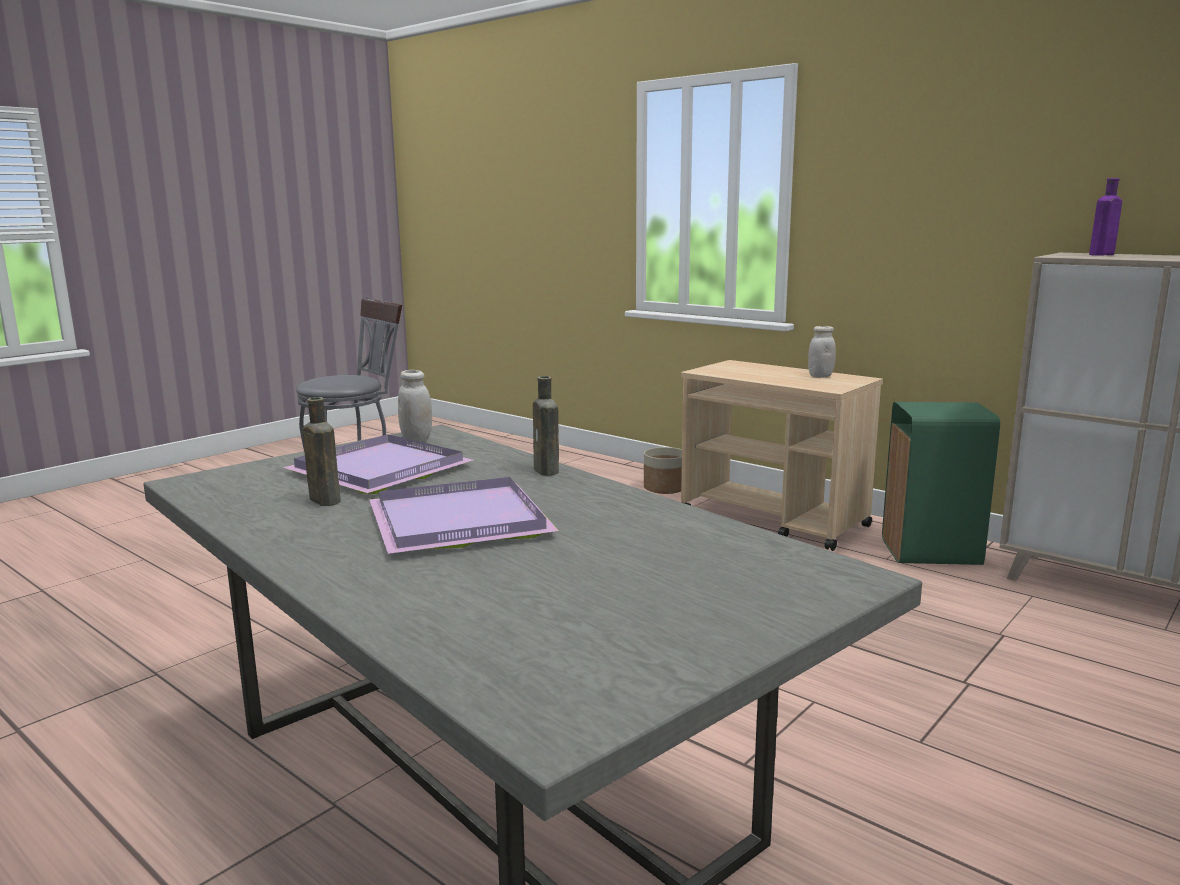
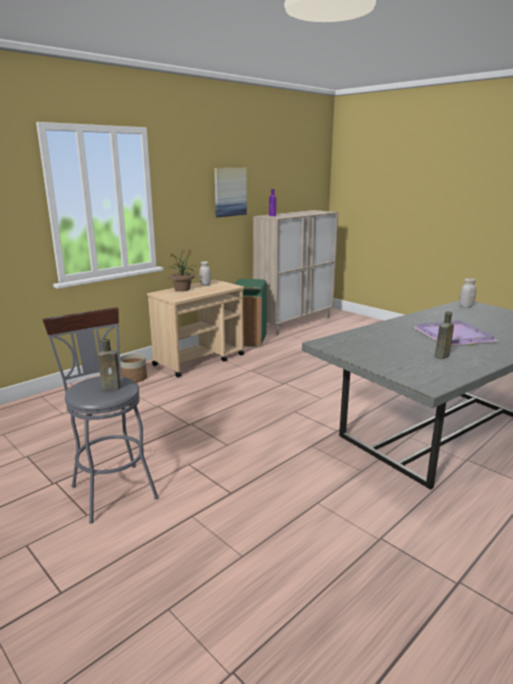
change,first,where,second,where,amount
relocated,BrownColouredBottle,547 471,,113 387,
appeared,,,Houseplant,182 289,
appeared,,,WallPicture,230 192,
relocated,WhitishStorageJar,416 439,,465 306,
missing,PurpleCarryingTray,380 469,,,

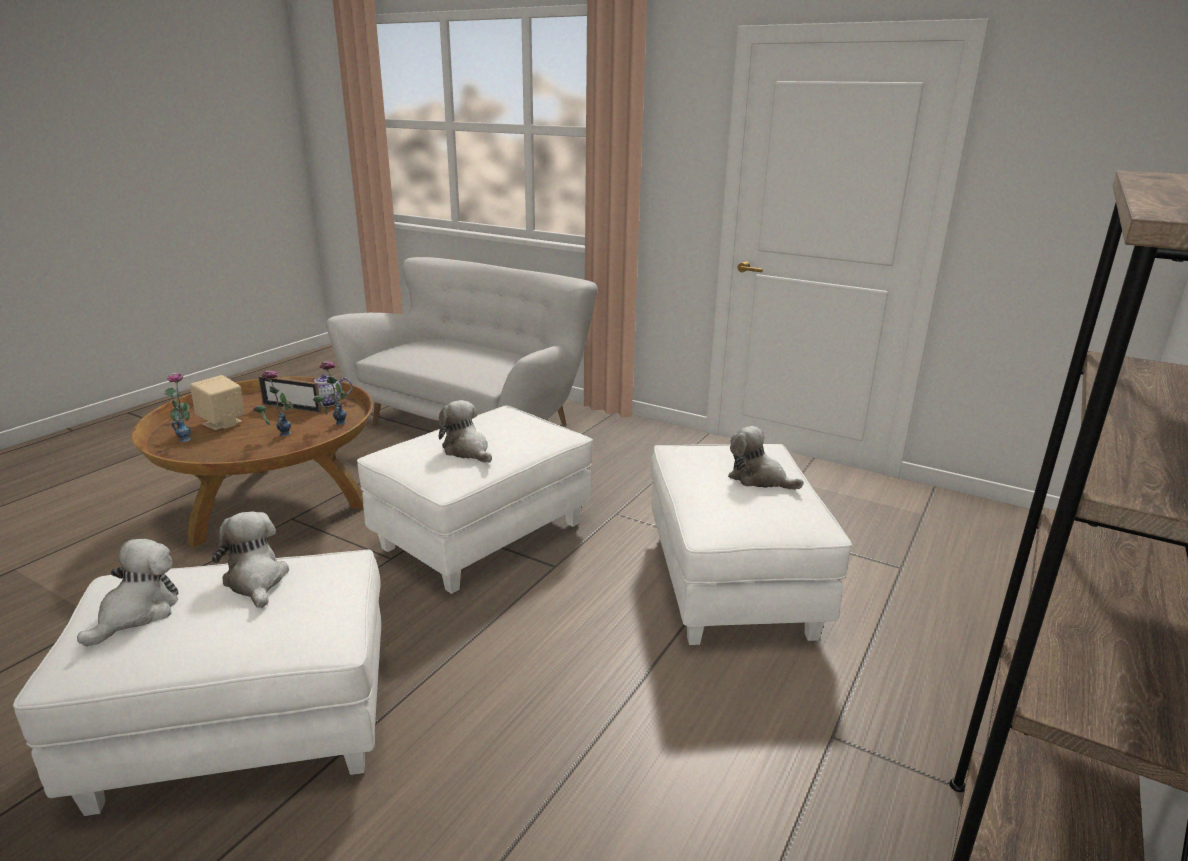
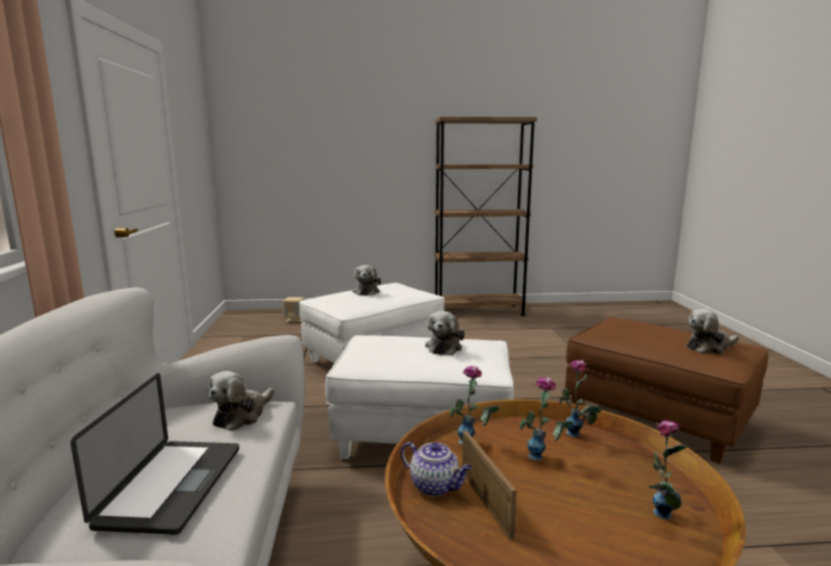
change,first,where,second,where,amount
appeared,,,Laptop,172 486,
relocated,SoftToy,256 580,,241 415,
relocated,BeigeColouredAudioSpeaker,222 423,,295 319,
appeared,,,Vase,576 438,
colour,WhitishPouffe,245 732,BrownColouredPouffe,656 420,

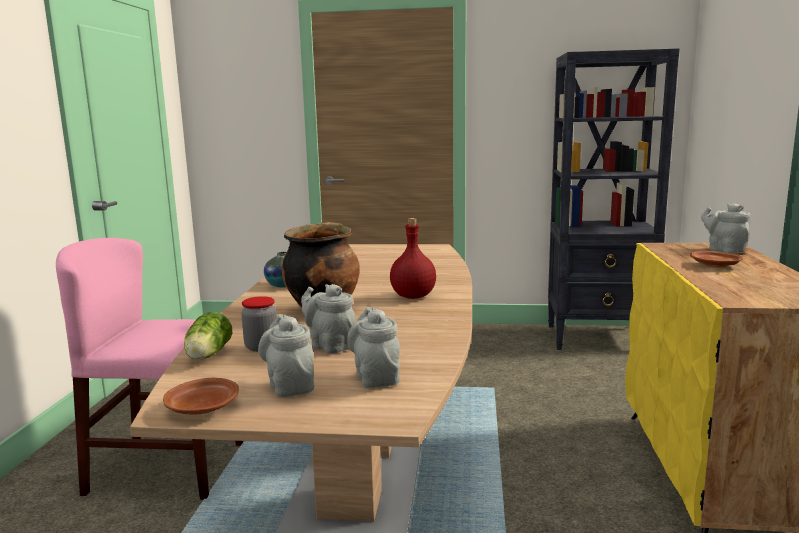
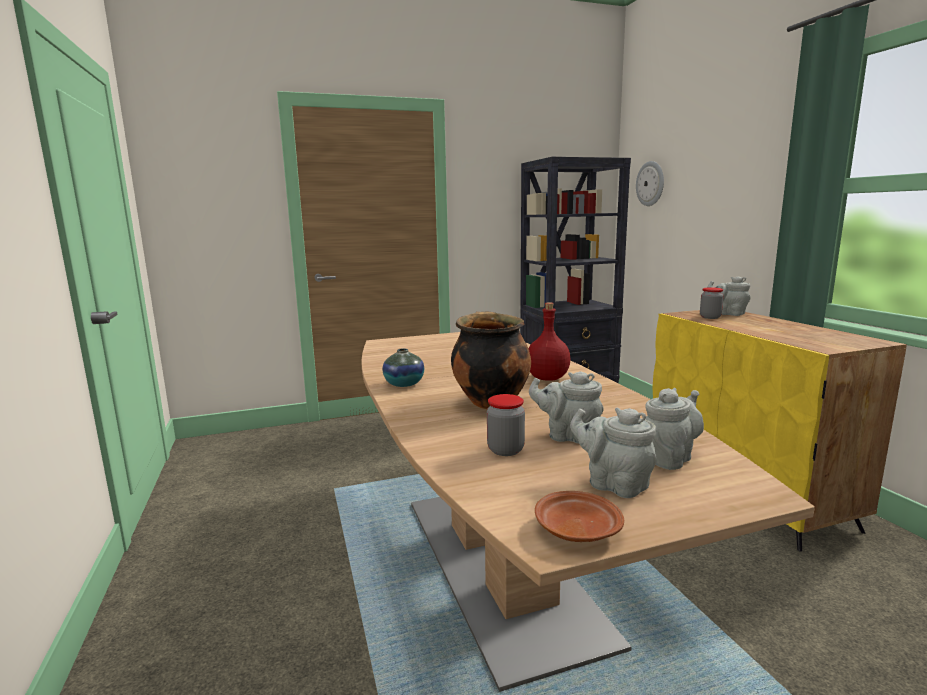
change,first,where,second,where,amount
appeared,,,HangingClock,650 183,
spun,GreyishTeapot,376 377,,669 458,90 degrees clockwise
appeared,,,StorageJar,710 317,
missing,PinkPlainChair,168 467,,,
missing,HeadOfLettuce,207 355,,,
missing,BrownColouredFlatDish,715 266,,,

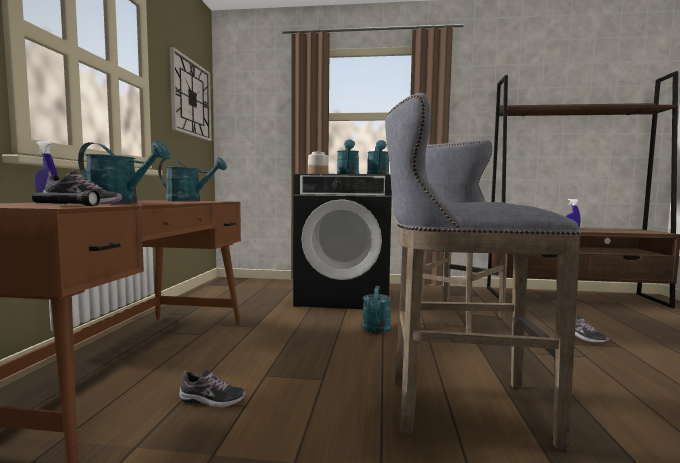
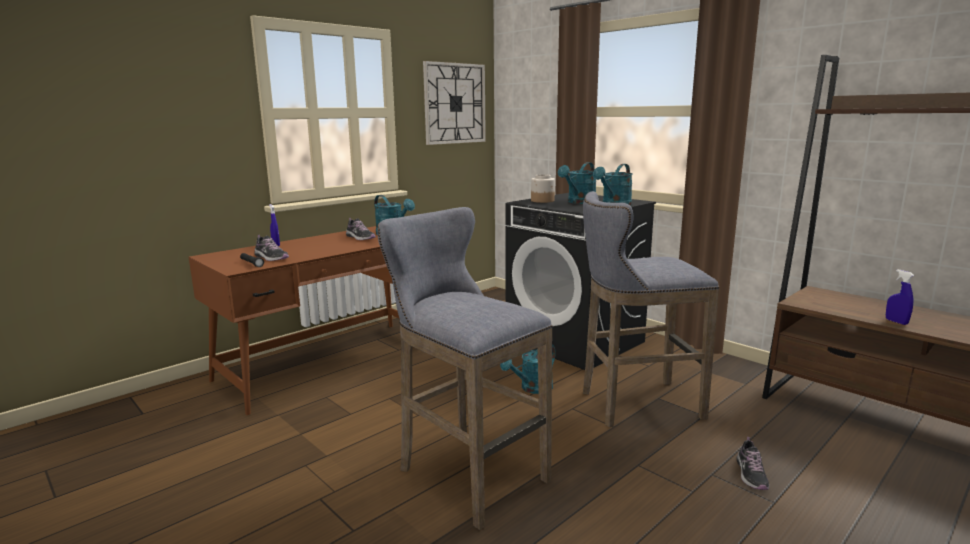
change,first,where,second,where,amount
relocated,Shoe,212 400,,360 237,
missing,BlueGreenWateringPot,121 203,,,

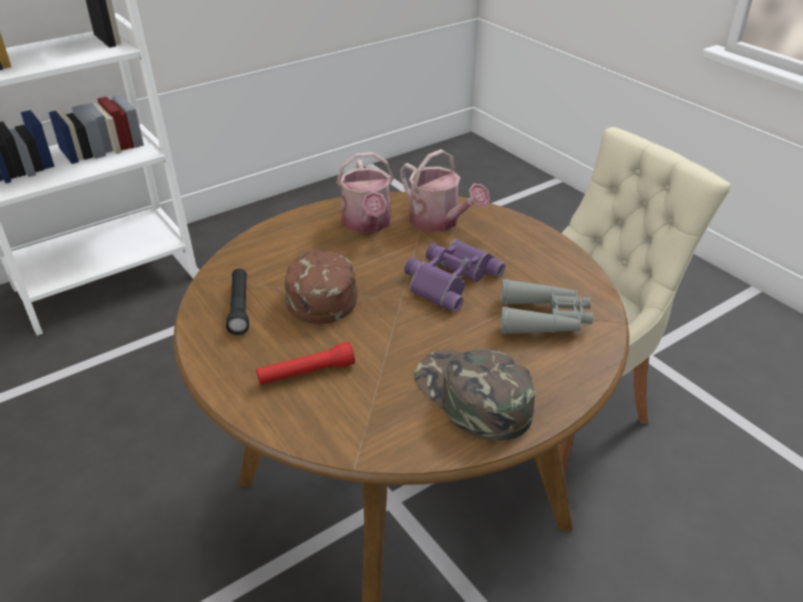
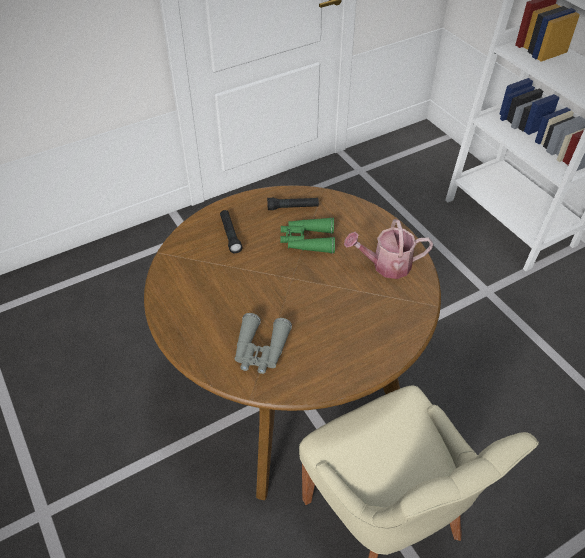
change,first,where,second,where,amount
colour,ReddishHandTorch,306 373,BlackishHandTorch,230 235,
exchanged,BrownColouredBaseballCap,320 289,GreenColouredPairOfBinoculars,307 241,
missing,WateringPot,439 222,,,
missing,PurplePairOfBinoculars,449 279,,,
missing,GreenColouredBaseballCap,472 397,,,

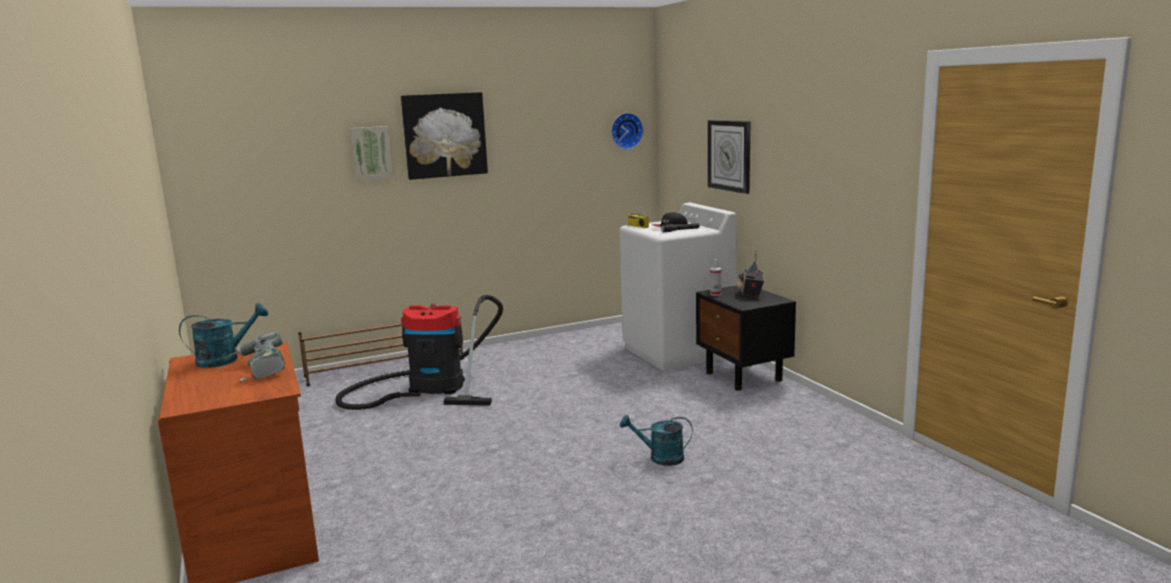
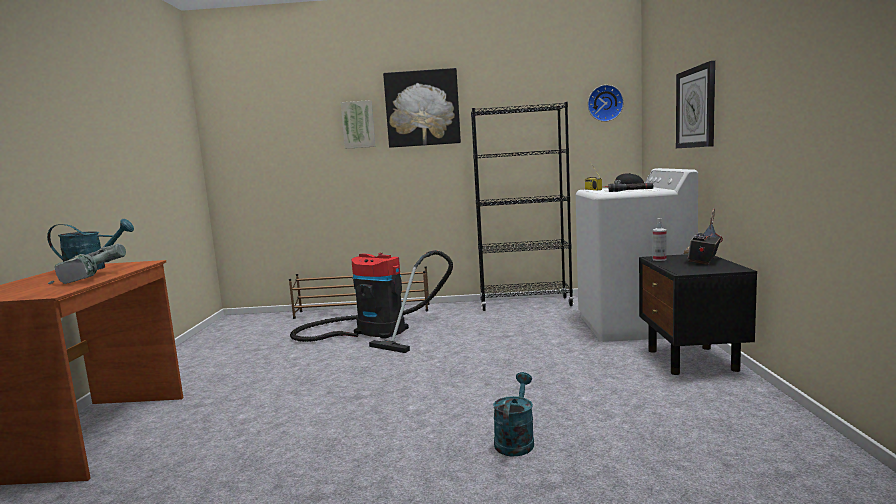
change,first,where,second,where,amount
appeared,,,BlackishBookshelf,525 304,
spun,BlueGreenWateringPot,660 458,,515 440,75 degrees clockwise

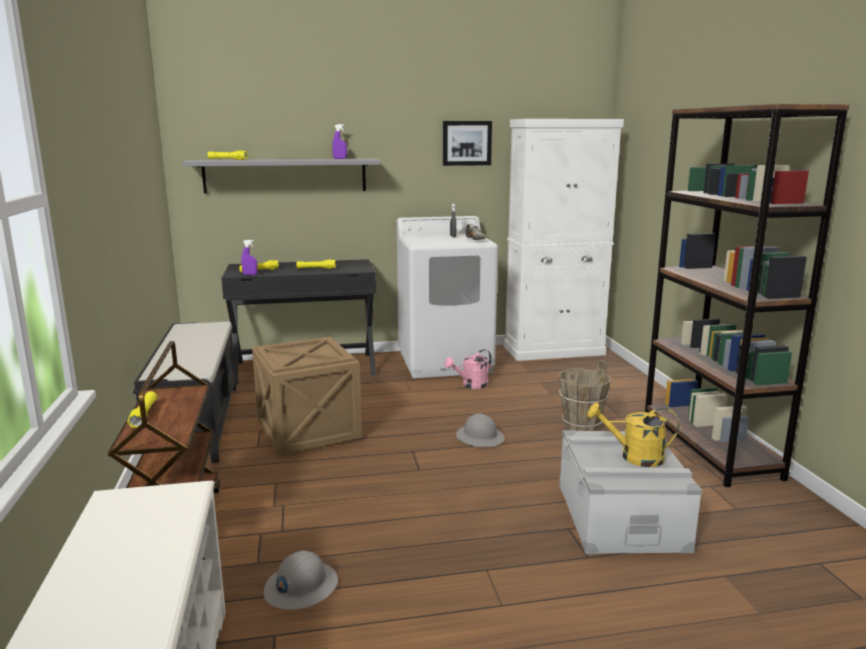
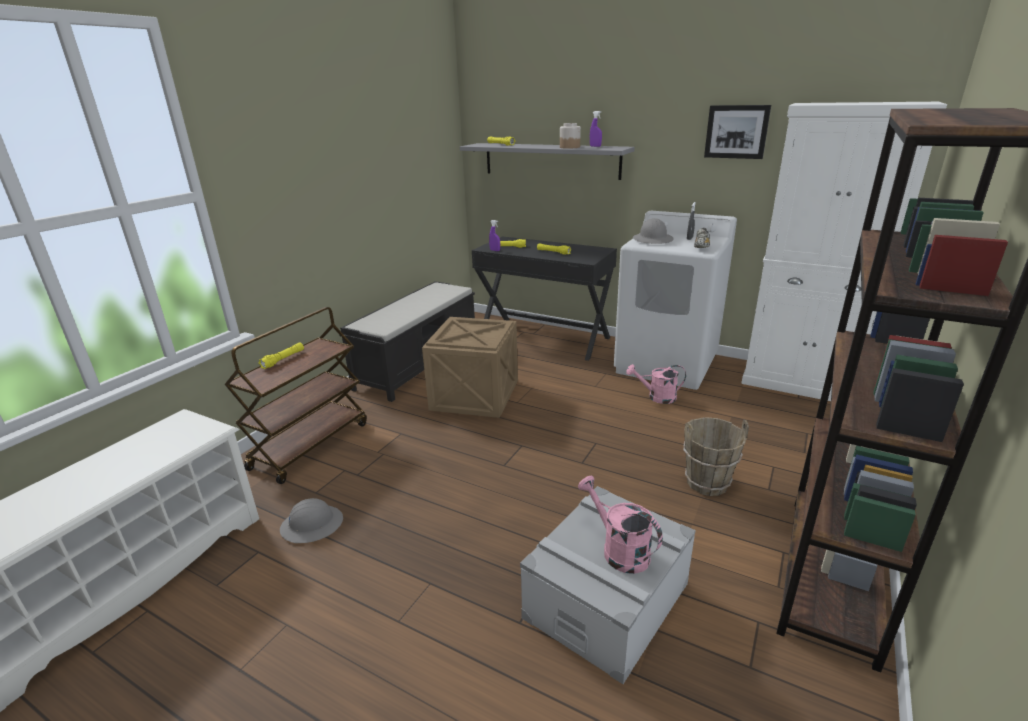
change,first,where,second,where,amount
appeared,,,StorageJar,569 147,
colour,YellowishWateringPot,634 457,PinkWateringPot,619 550,
relocated,GreyishHardHat,480 437,,653 240,

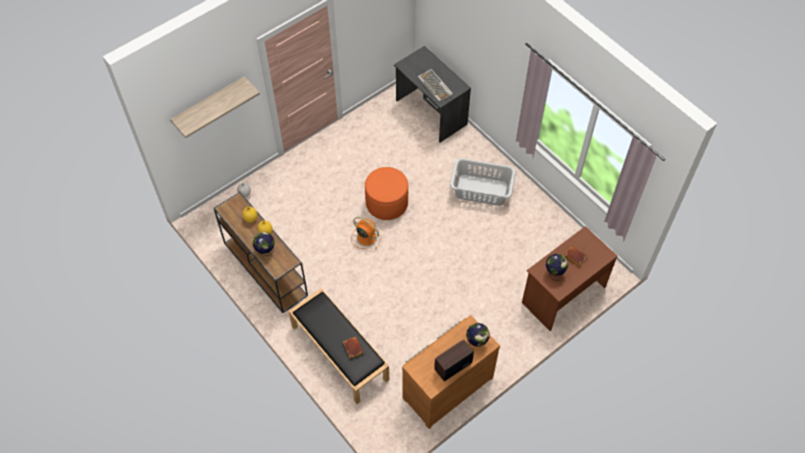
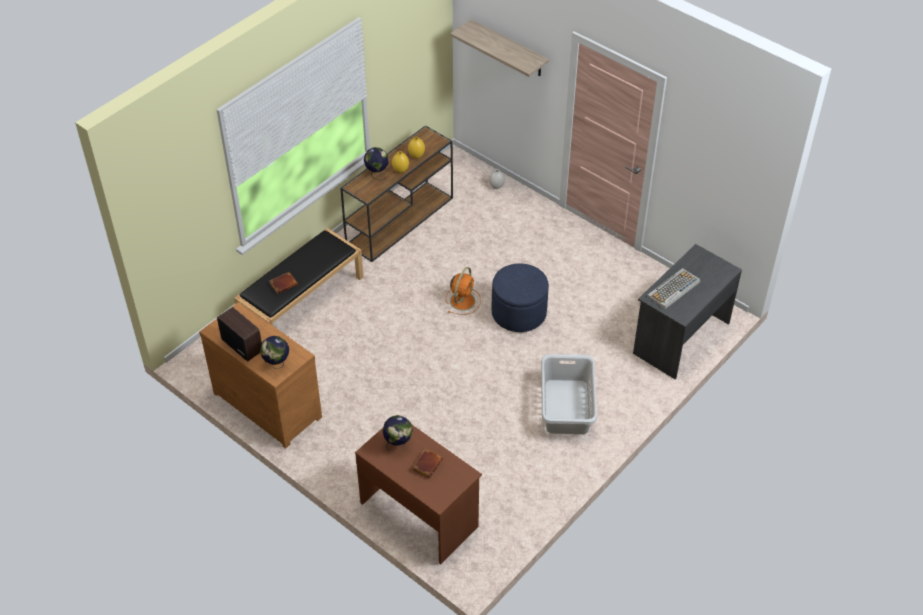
change,first,where,second,where,amount
colour,OrangeyPouffe,387 203,BluePouffe,519 313,

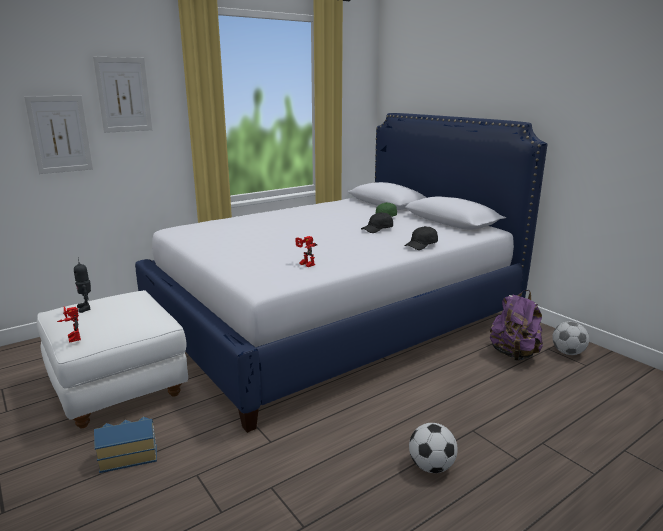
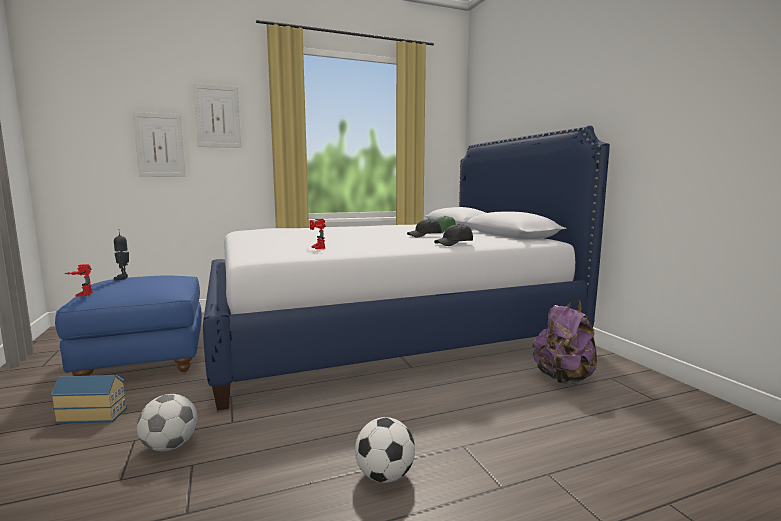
change,first,where,second,where,amount
colour,WhitishPouffe,119 388,BluePouffe,145 360,
relocated,Football,568 352,,170 446,

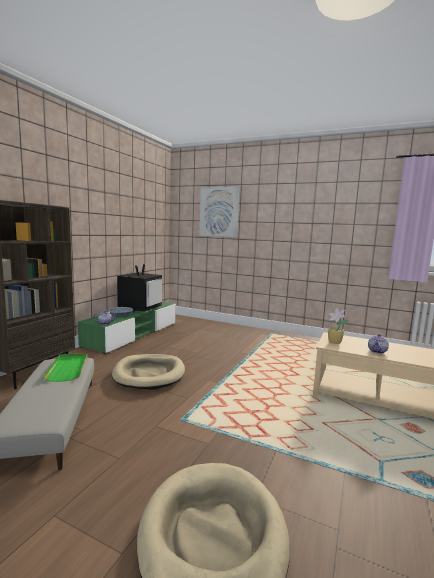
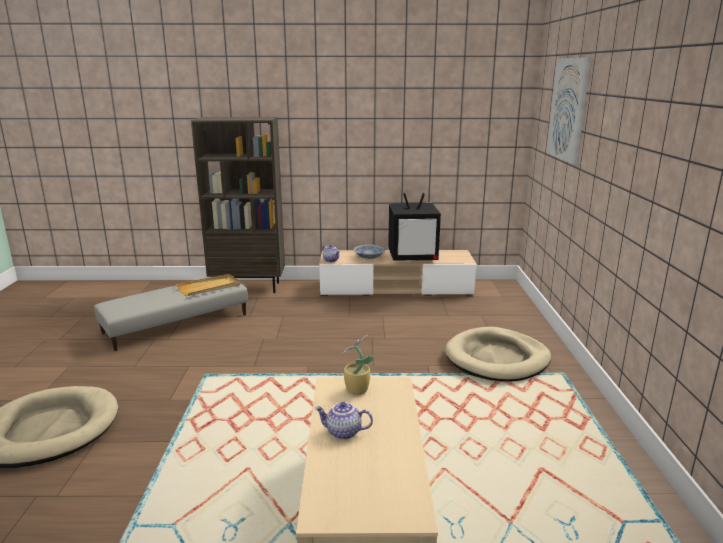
change,first,where,second,where,amount
colour,GreenColouredCarryingTray,68 368,BeigeColouredCarryingTray,209 287,
colour,GreenColouredTvStand,133 334,BeigeColouredTvStand,395 288,
relocated,BeigeColouredPetBed,149 374,,497 359,

